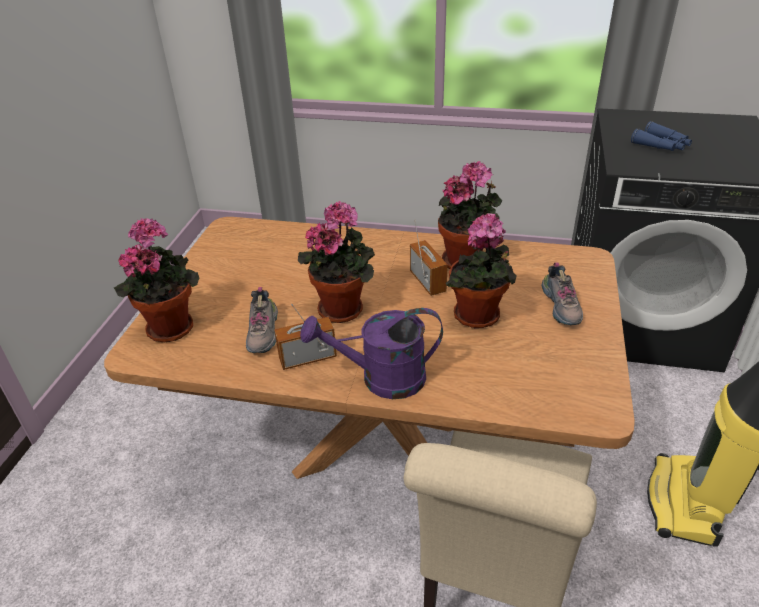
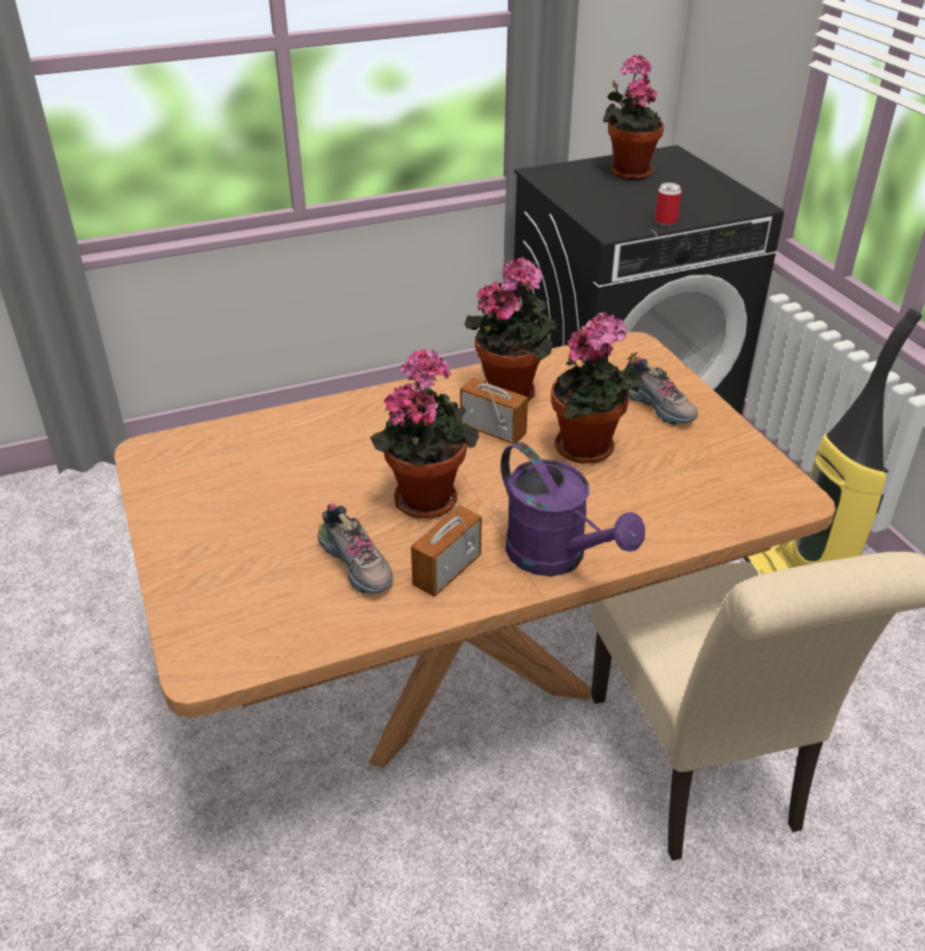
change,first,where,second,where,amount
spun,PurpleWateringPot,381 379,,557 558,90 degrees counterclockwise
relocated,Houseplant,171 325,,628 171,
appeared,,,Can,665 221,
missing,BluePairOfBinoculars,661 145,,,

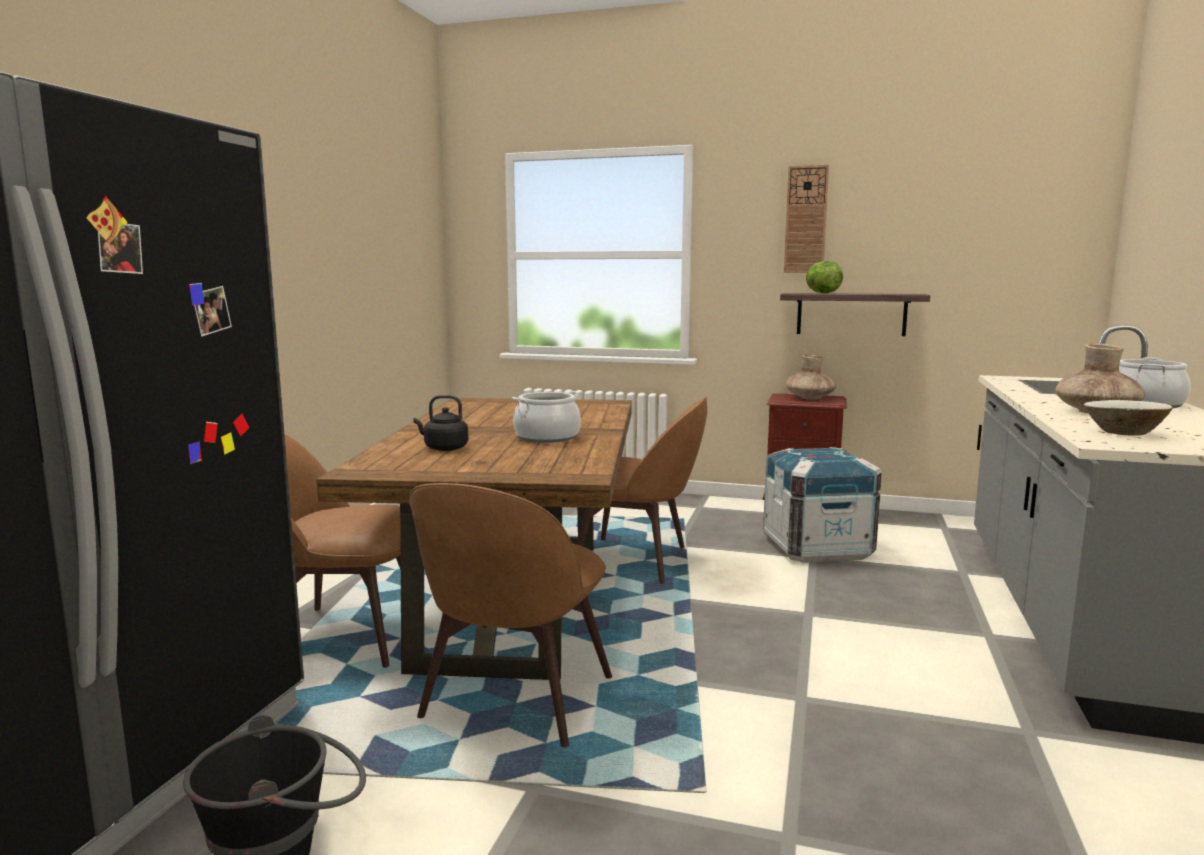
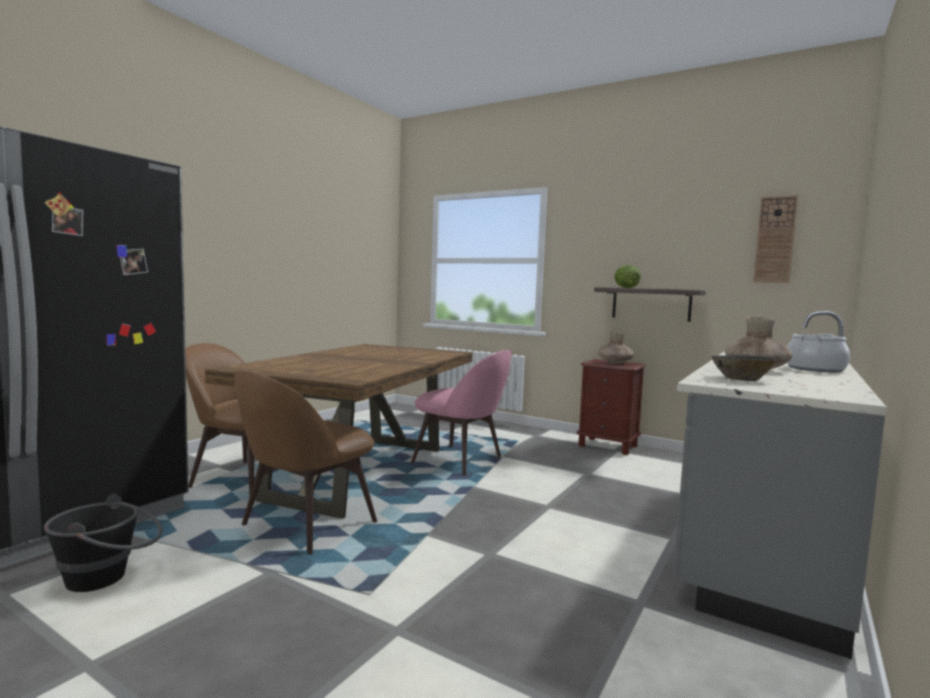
change,first,where,second,where,amount
colour,BrownColouredPlainChair,636 561,PinkPlainChair,460 461,
colour,BeigeColouredBowl,1123 433,BlackishBowl,741 379,
relocated,HangingClock,806 219,,775 240,
missing,BlackishWaterKettle,443 448,,,
missing,Saucepot,547 437,,,
missing,PackingCrate,817 548,,,

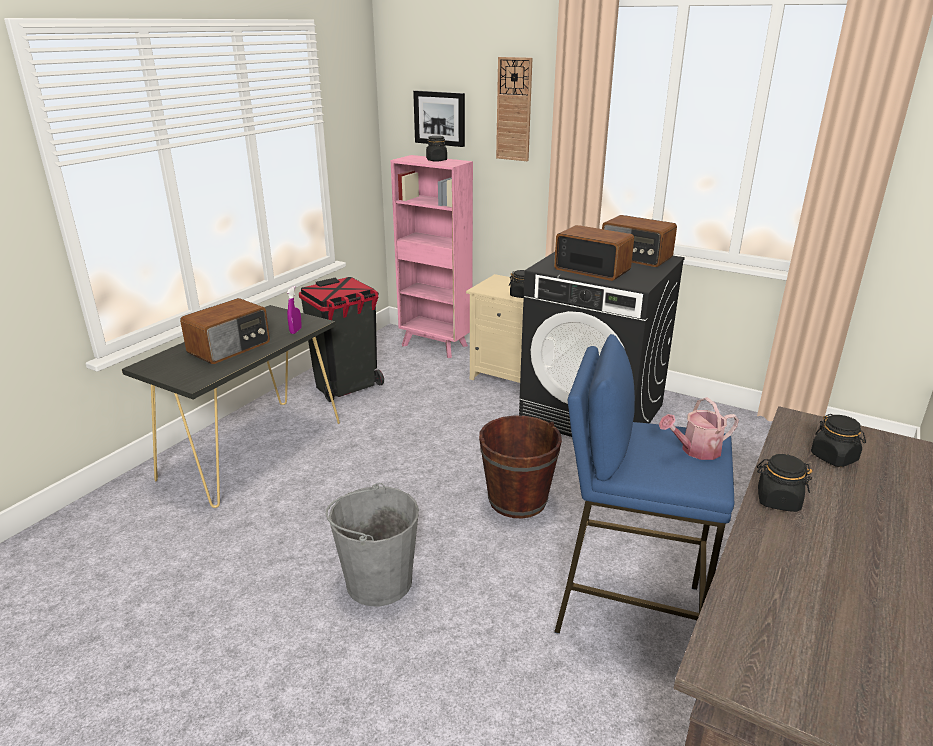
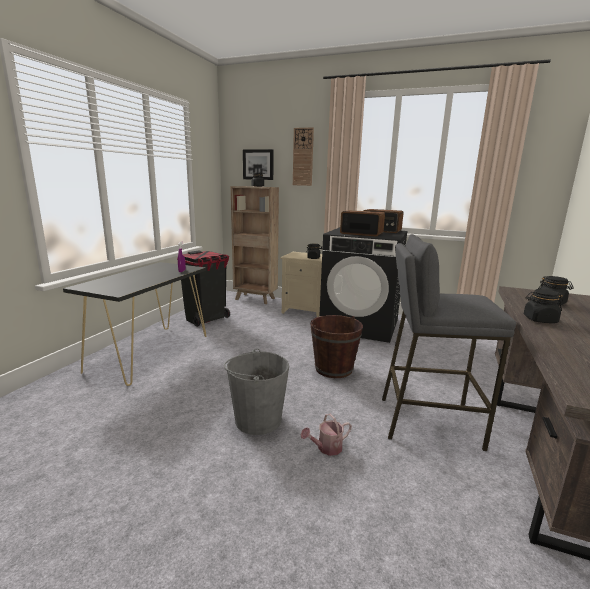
change,first,where,second,where,amount
colour,PinkBookshelf,435 346,BrownColouredBookshelf,255 299,
relocated,WateringPot,695 450,,326 448,
colour,BlueSittingStool,627 609,GreyishSittingStool,428 421,
missing,RadioSet,230 348,,,

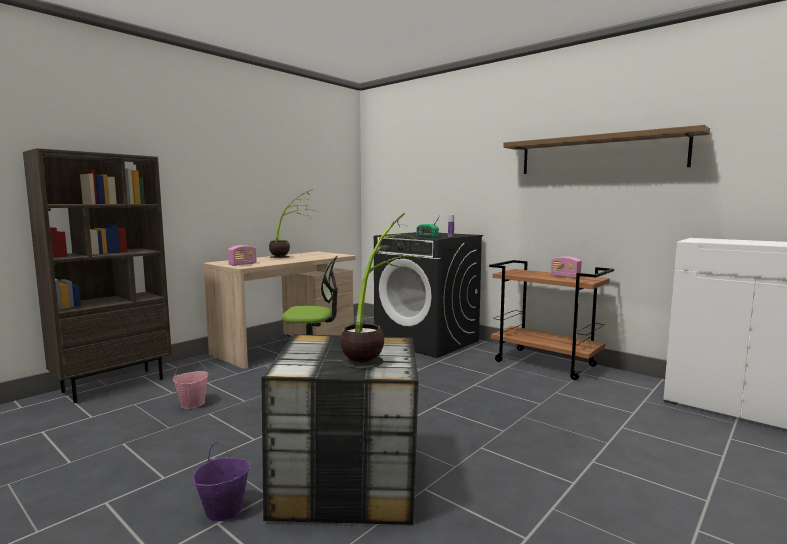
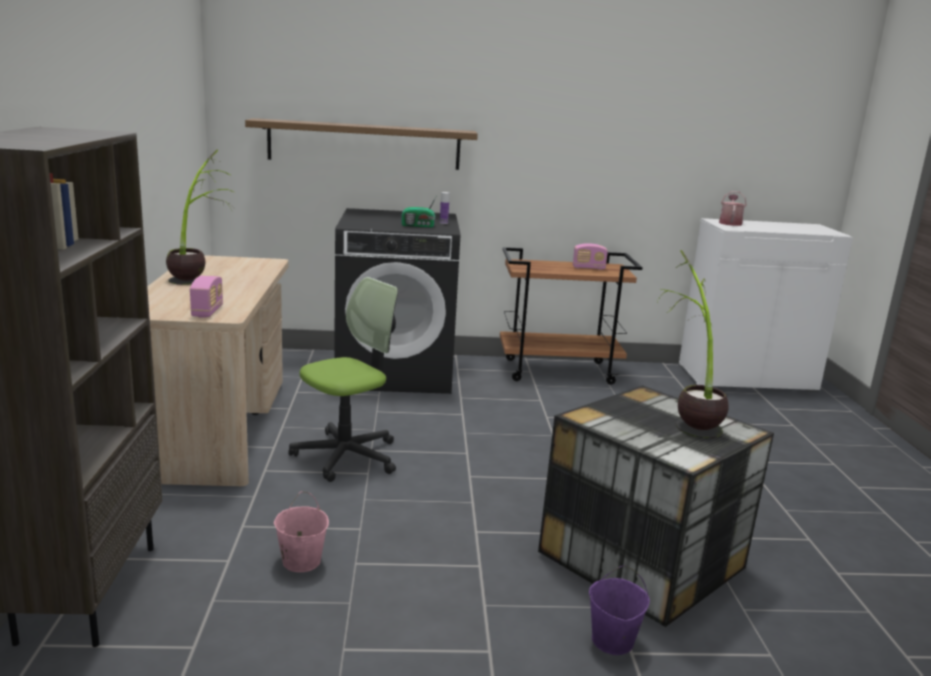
change,first,where,second,where,amount
relocated,BracketShelf,599 154,,364 144,
appeared,,,WateringPot,730 223,

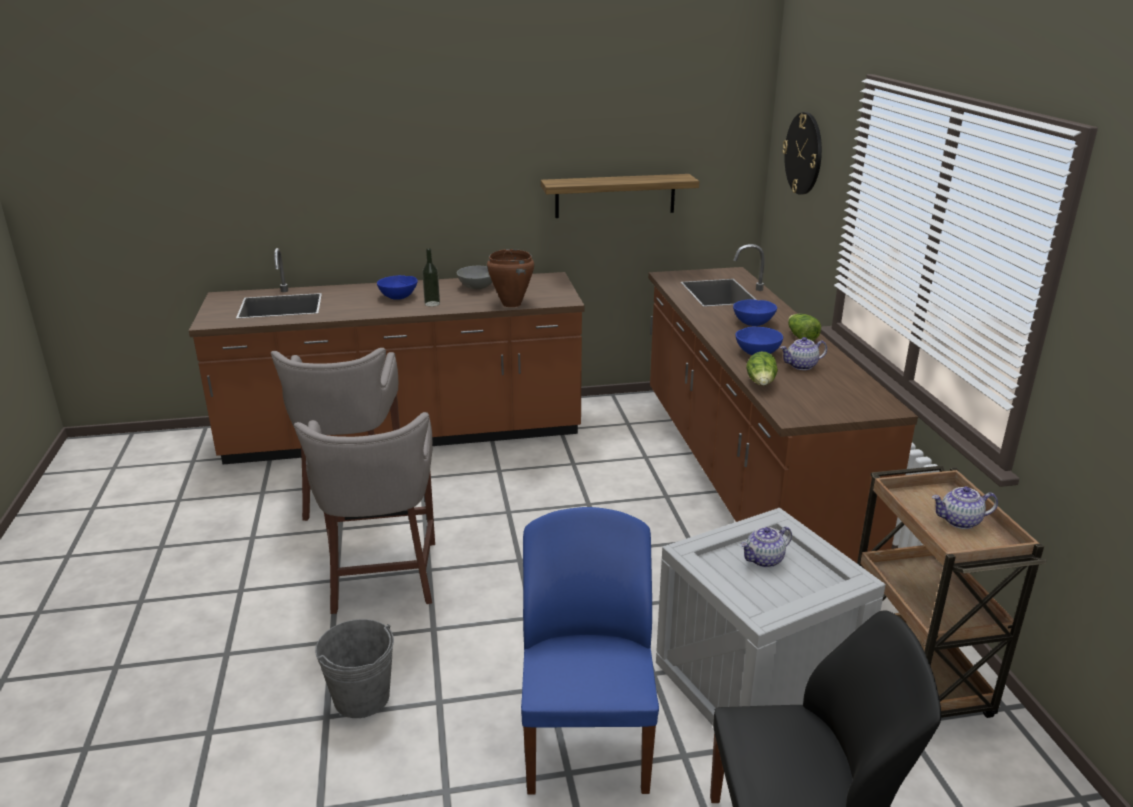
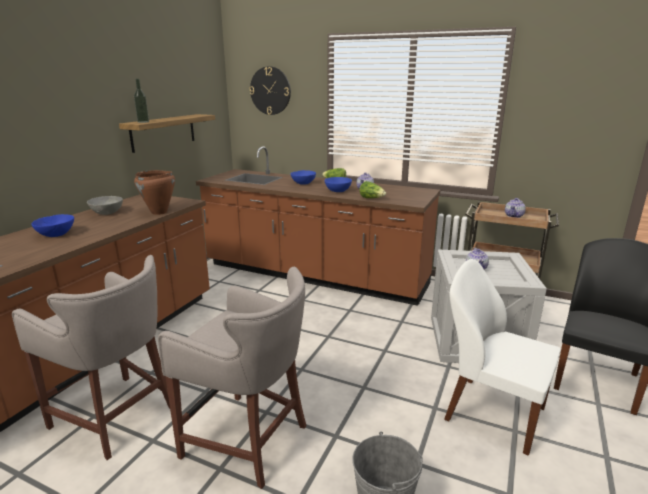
change,first,where,second,where,amount
relocated,Bottle,432 303,,143 122,
colour,BluePlainChair,587 741,WhitishPlainChair,491 412,

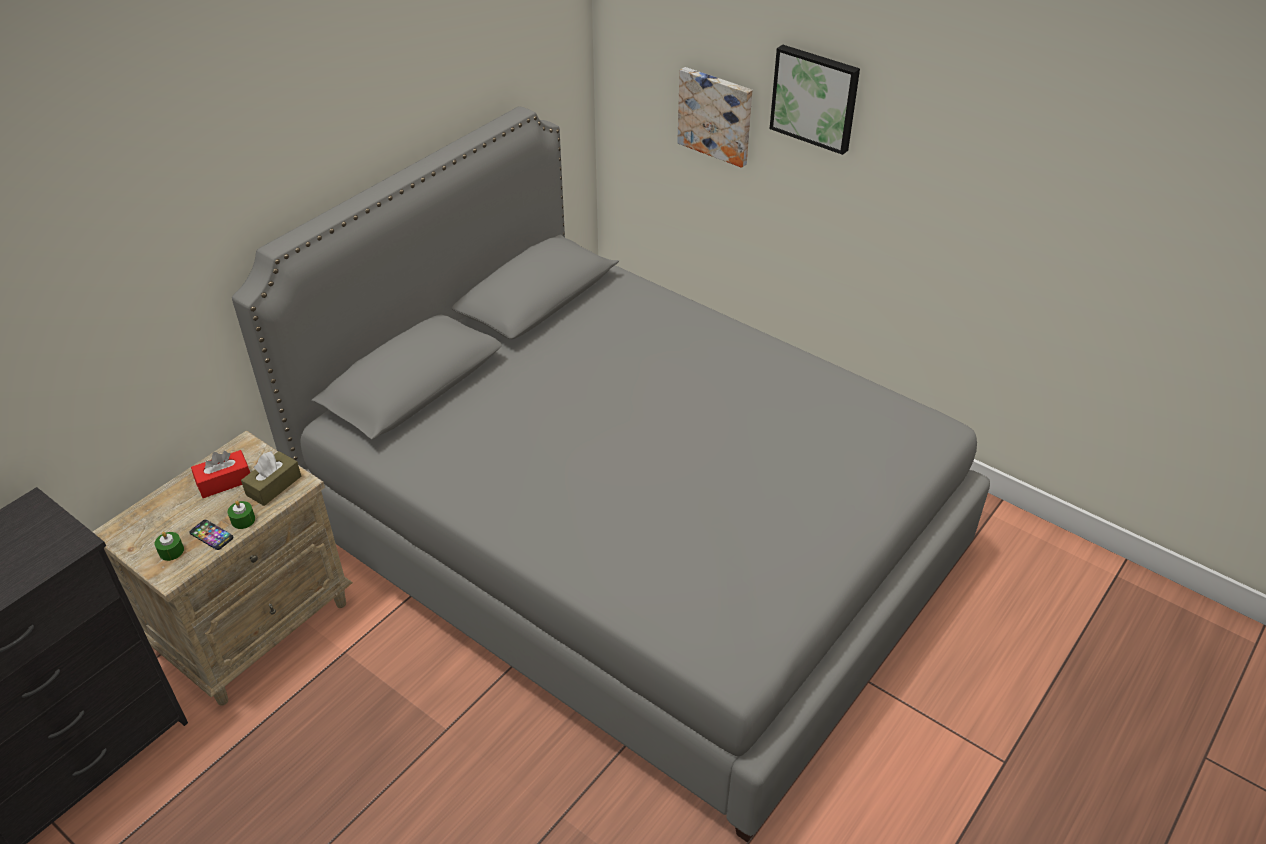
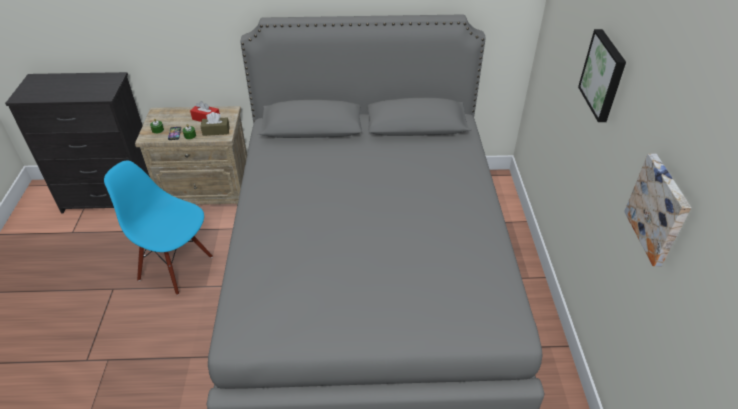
change,first,where,second,where,amount
appeared,,,BluePlainChair,176 267,
relocated,WallPicture,716 115,,659 209,

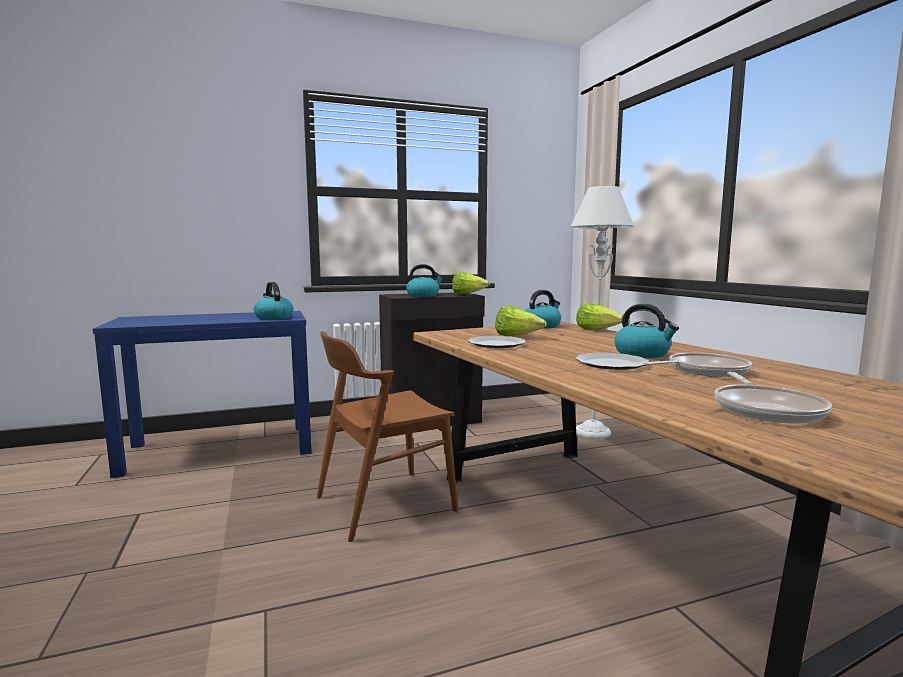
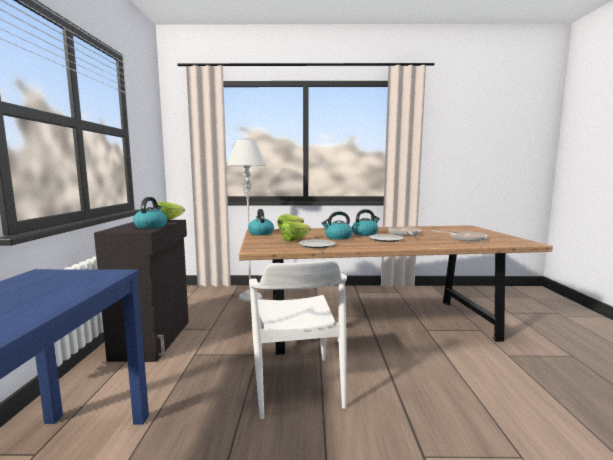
change,first,where,second,where,amount
colour,BrownColouredPlainChair,384 504,WhitishPlainChair,296 385,
relocated,WaterKettle,273 317,,338 237,

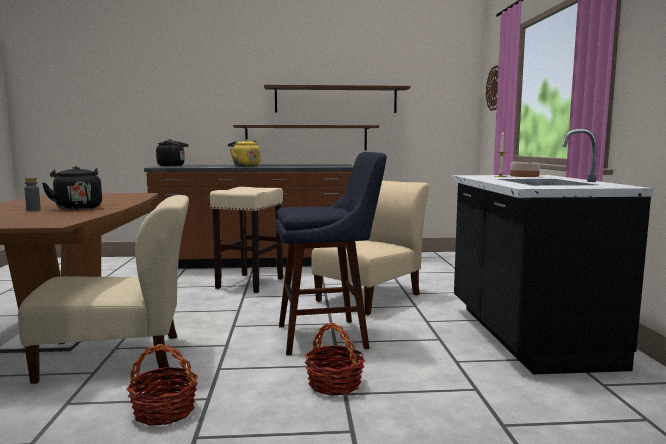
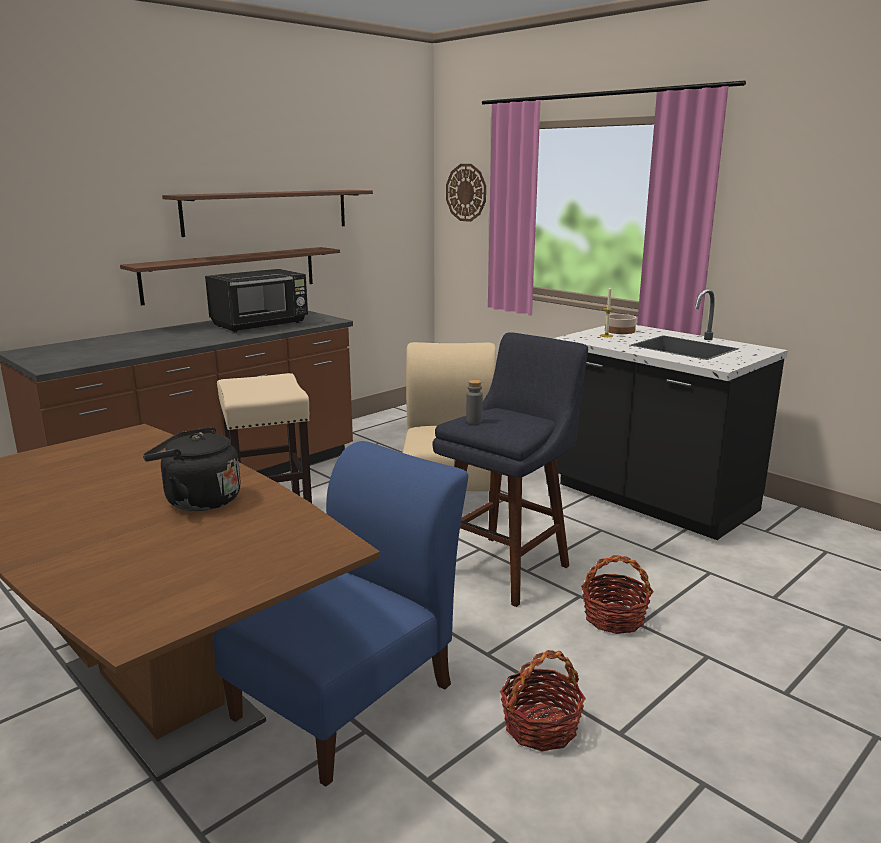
change,first,where,second,where,amount
appeared,,,BlackishMicrowave,261 324,
colour,BeigeColouredPlainChair,119 358,BluePlainChair,351 698,
relocated,GreyishBottle,33 210,,474 421,
missing,BlackishWaterKettle,173 165,,,
missing,YellowishWaterKettle,245 166,,,

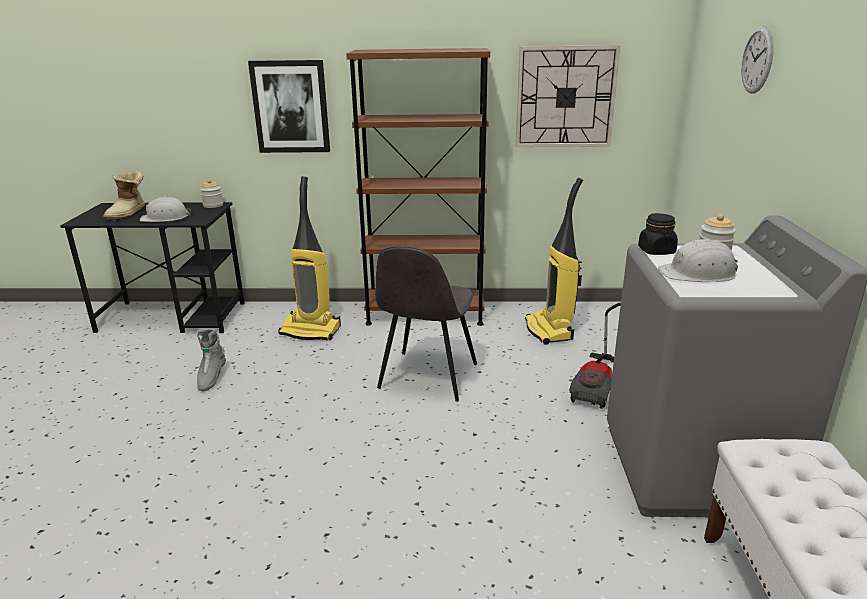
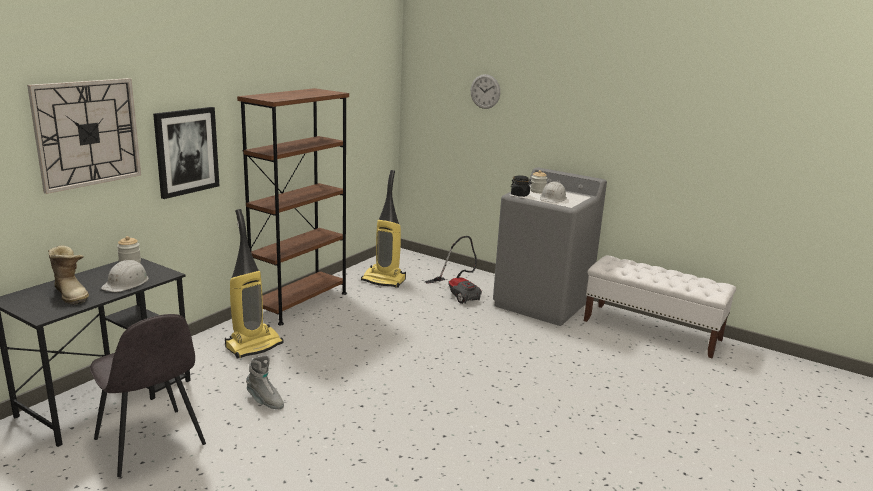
change,first,where,second,where,amount
relocated,HangingClock,565 97,,87 133,
relocated,GreyishPlainChair,427 377,,151 443,

